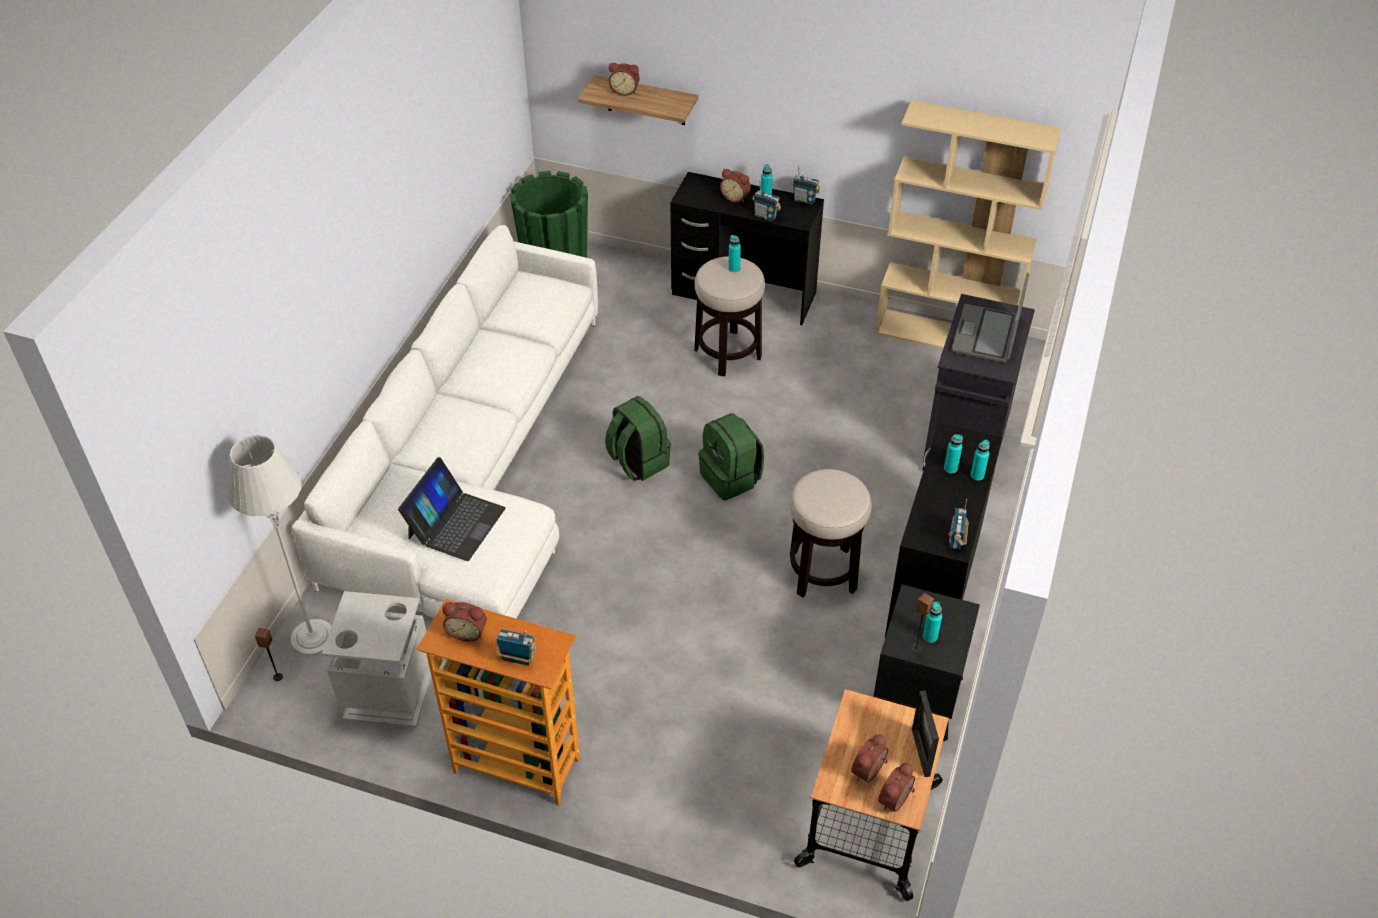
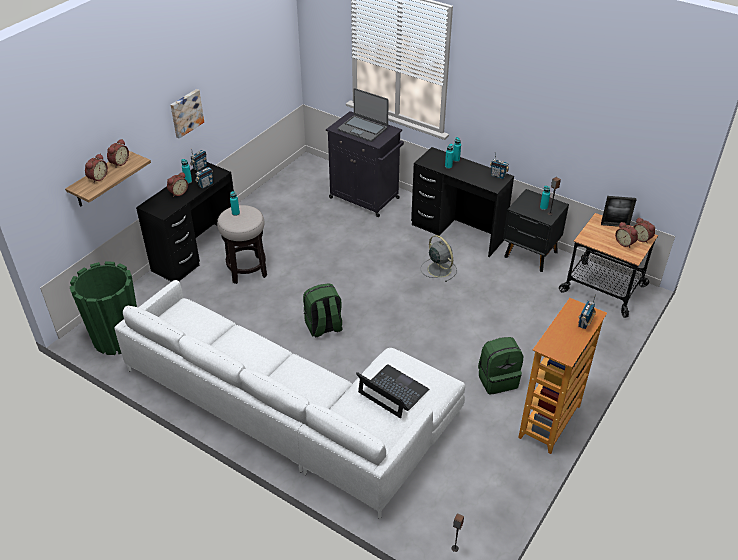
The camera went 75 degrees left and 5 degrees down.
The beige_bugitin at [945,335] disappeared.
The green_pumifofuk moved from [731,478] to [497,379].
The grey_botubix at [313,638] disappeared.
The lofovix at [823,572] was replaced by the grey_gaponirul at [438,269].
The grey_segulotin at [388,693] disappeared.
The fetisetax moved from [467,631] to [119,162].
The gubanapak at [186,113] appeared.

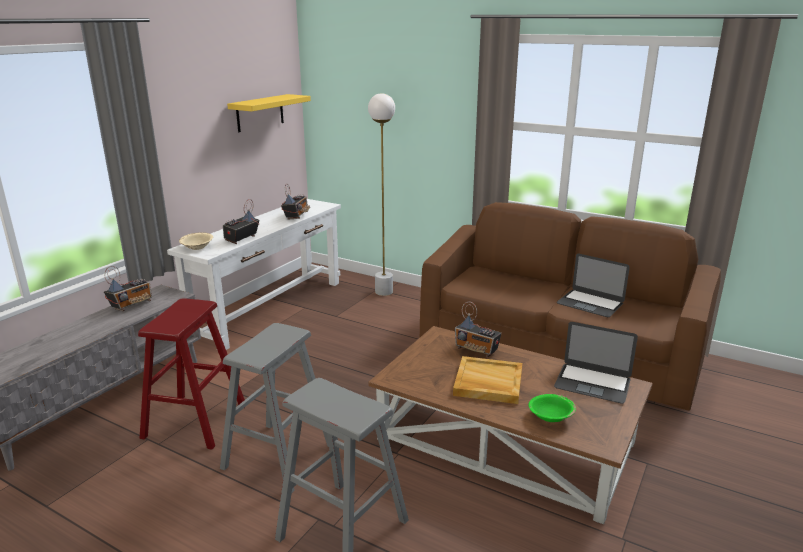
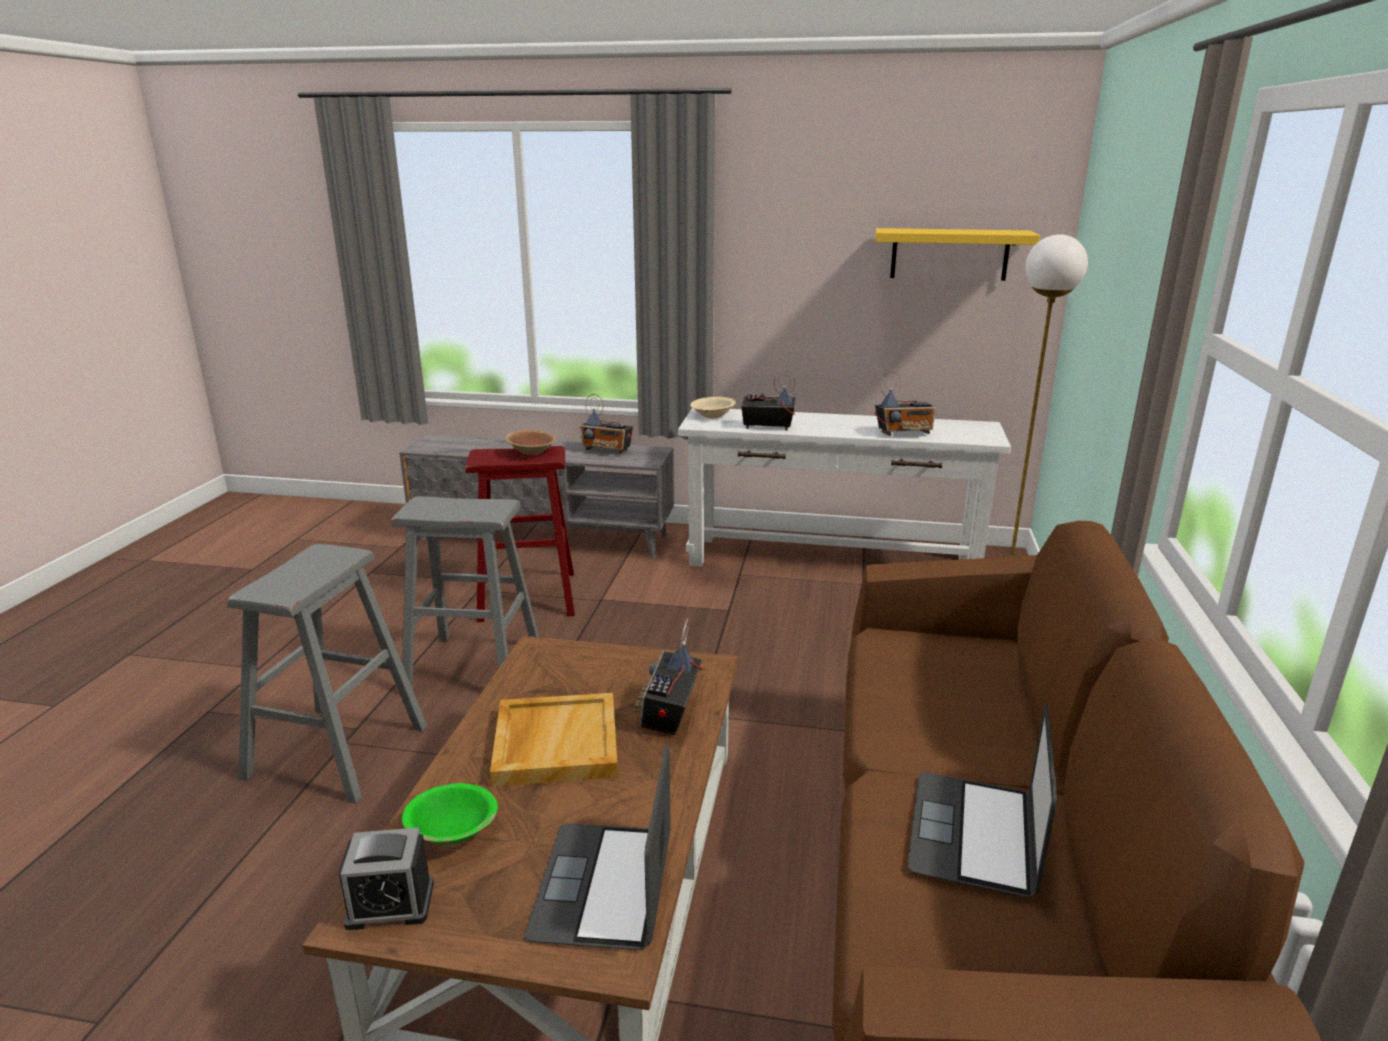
The camera went 70 degrees right and 0 degrees up.
The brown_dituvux at [531,452] appeared.
The fetisetax at [390,904] appeared.

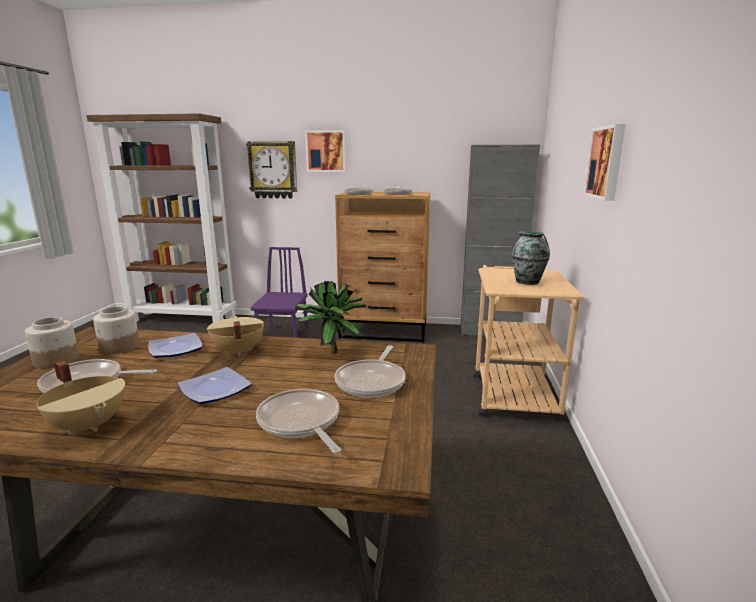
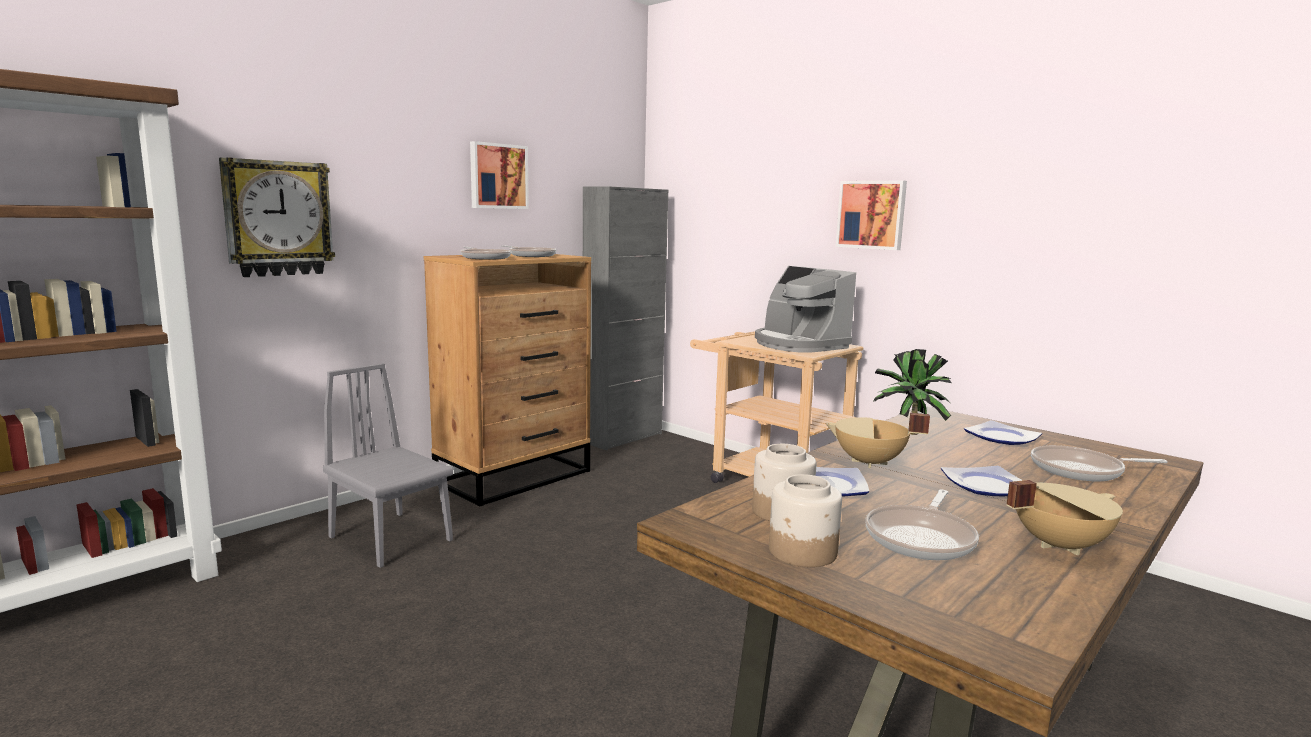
The camera went 55 degrees left and 5 degrees down.
The gubanapak moved from [326,151] to [498,176].
The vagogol at [528,282] was replaced by the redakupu at [799,344].
The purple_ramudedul at [283,336] became the grey_ramudedul at [391,538].
The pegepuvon at [372,381] was replaced by the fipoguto at [1001,437].

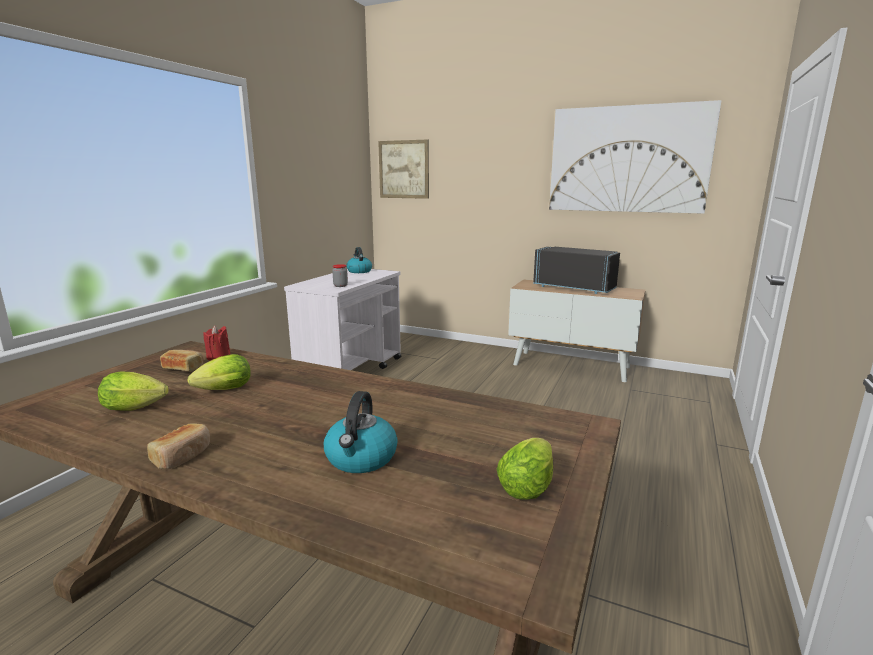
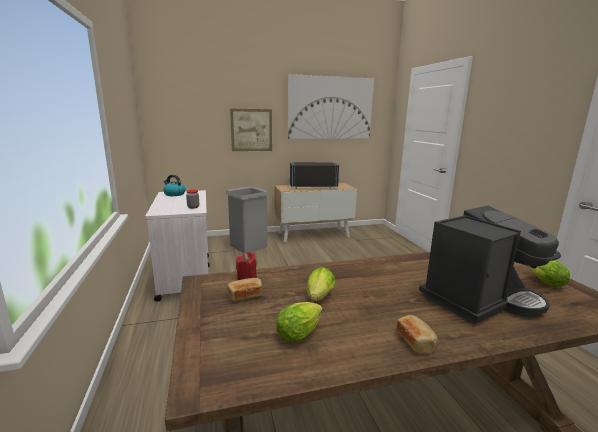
The camera went 40 degrees left and 0 degrees up.
The gubanapak moved from [404,169] to [251,130].
The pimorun at [361,458] was replaced by the redakupu at [479,299].
The grey_segulotin at [248,246] appeared.

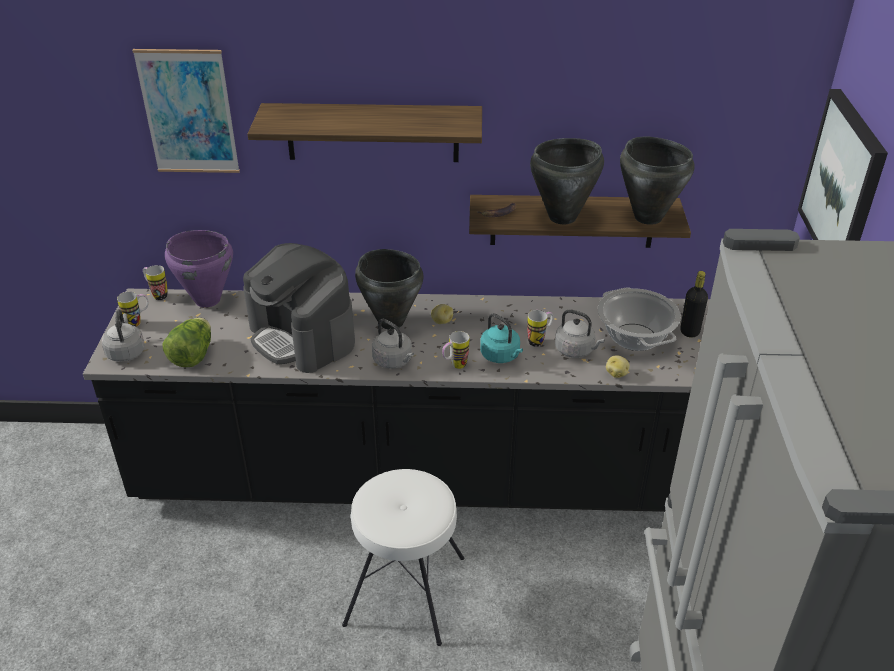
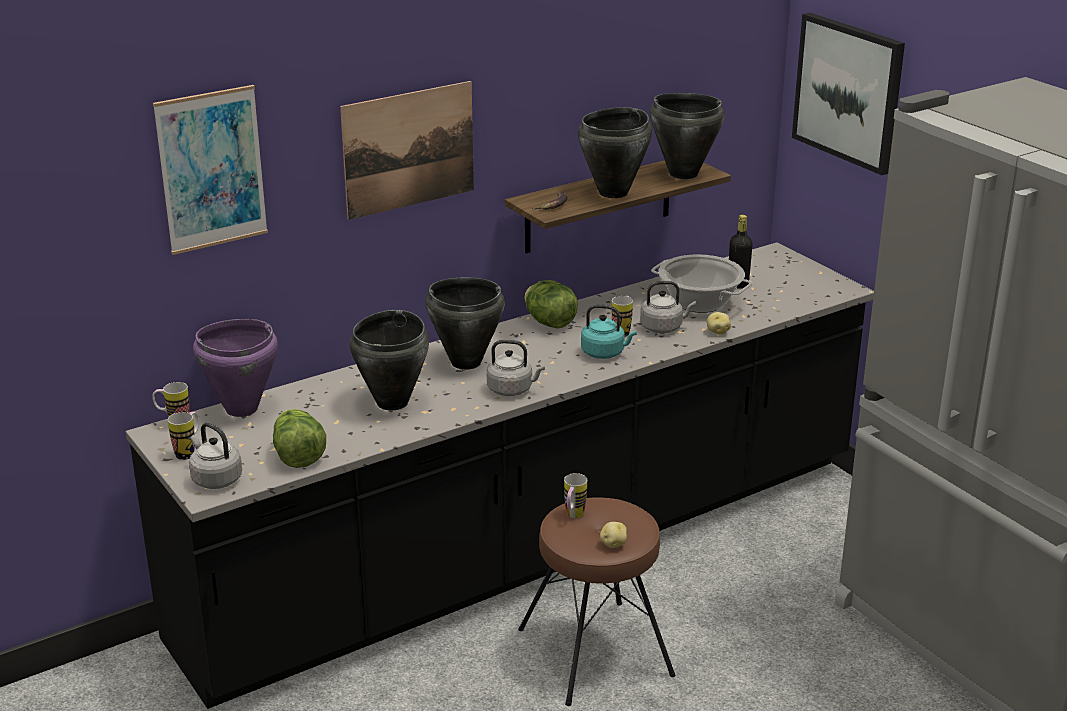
The camera went 35 degrees left and 10 degrees down.
The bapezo at [372,132] was replaced by the gubanapak at [409,149].
The redakupu at [302,336] was replaced by the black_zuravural at [393,402].
The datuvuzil moved from [441,321] to [613,544].
The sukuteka moved from [454,366] to [573,516].
The white_lofovix at [407,590] became the brown_lofovix at [596,651].
The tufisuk at [550,323] appeared.

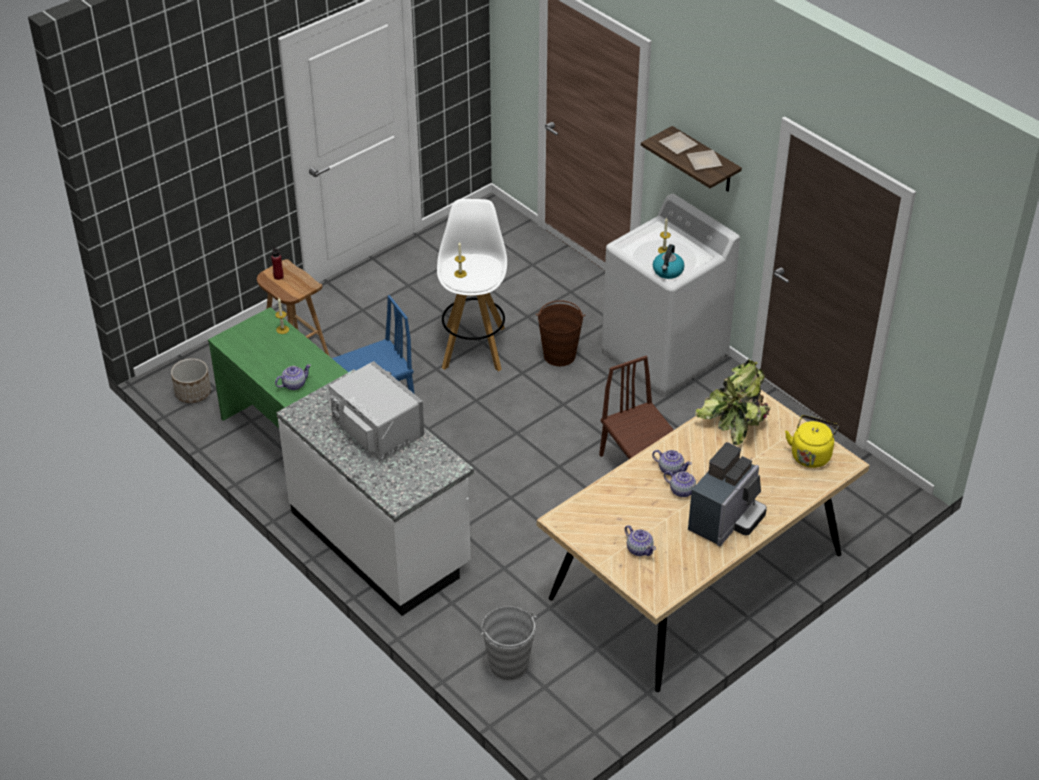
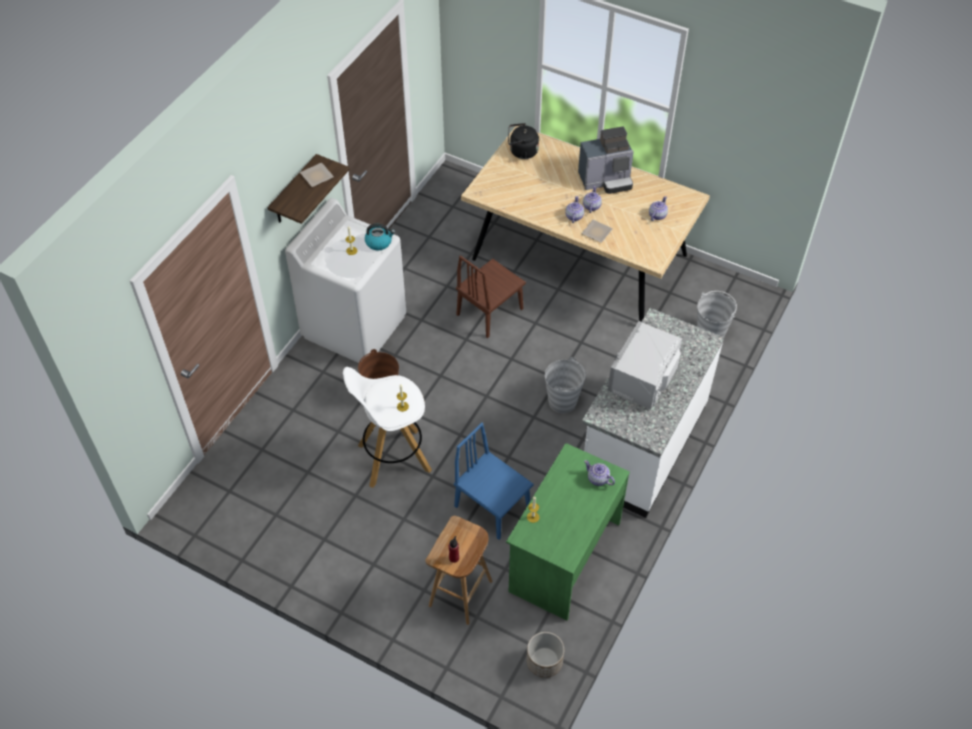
The camera went 110 degrees left and 10 degrees up.
The fipoguto moved from [679,145] to [596,231].
The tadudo at [735,420] disappeared.
The yellow_pimorun at [811,454] became the black_pimorun at [521,152].
The redakupu at [726,520] turned 150 degrees clockwise.
The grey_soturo at [562,402] appeared.

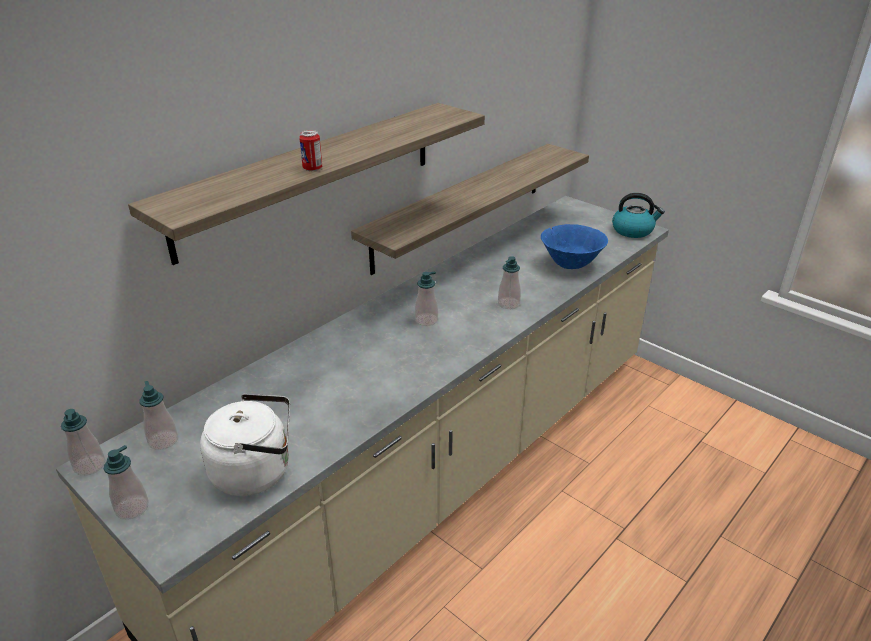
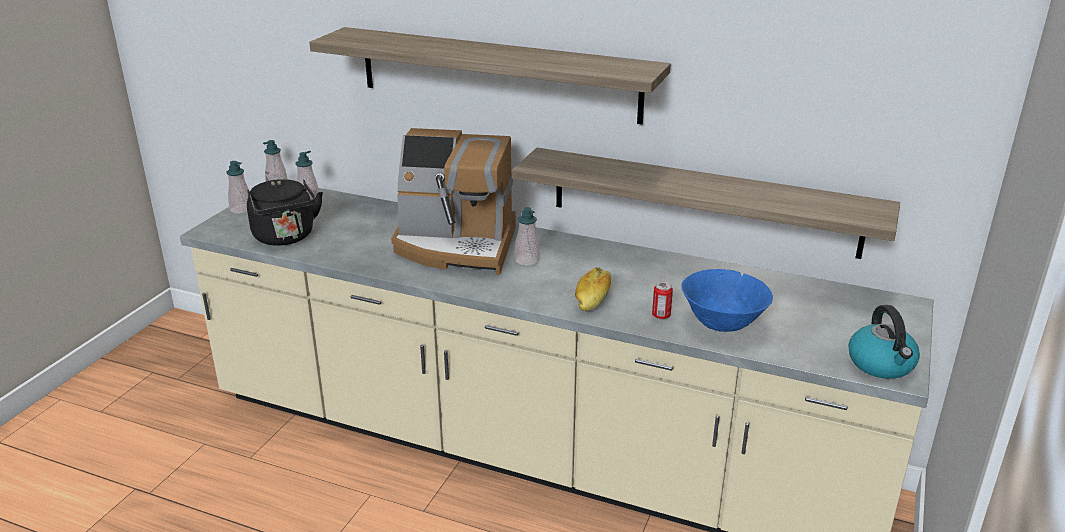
The camera went 70 degrees right and 5 degrees down.
The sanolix moved from [312,168] to [661,315].
The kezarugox at [508,304] was replaced by the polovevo at [593,298].
The white_pimorun at [256,471] became the black_pimorun at [286,238].
The redakupu at [456,246] appeared.

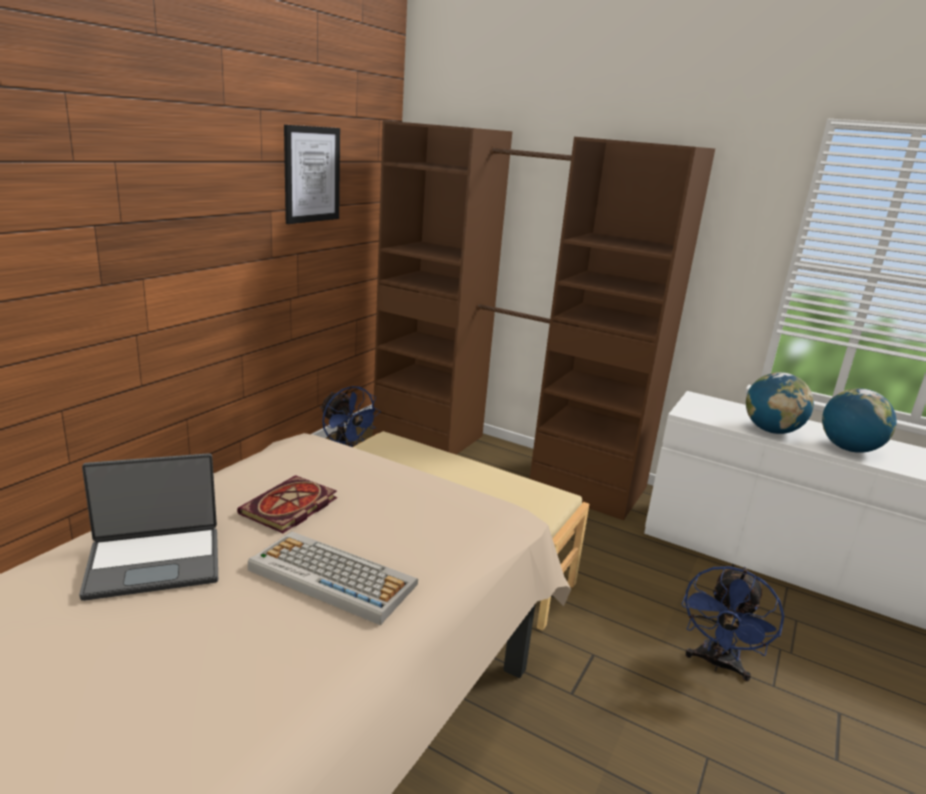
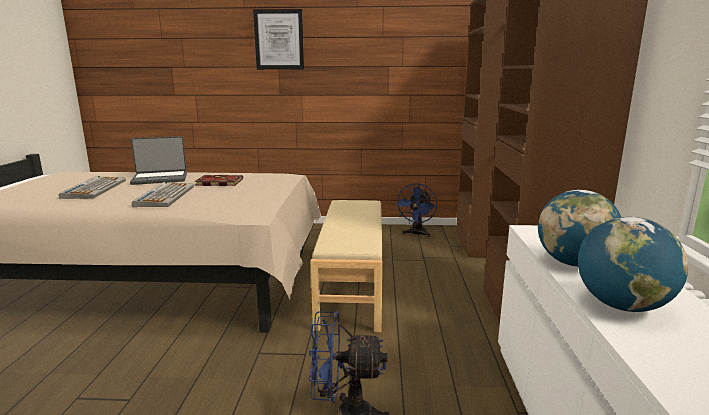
The camera went 65 degrees right and 5 degrees down.
The gubanapak moved from [312,174] to [279,40].
The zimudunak at [155,562] turned 60 degrees counterclockwise.
The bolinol at [94,189] appeared.

